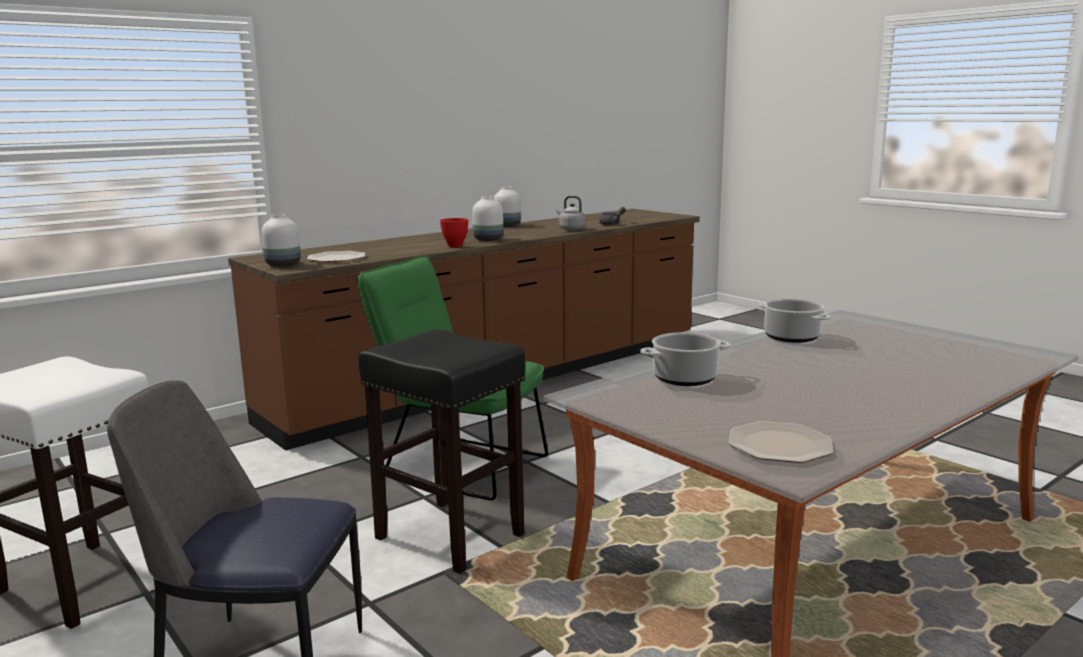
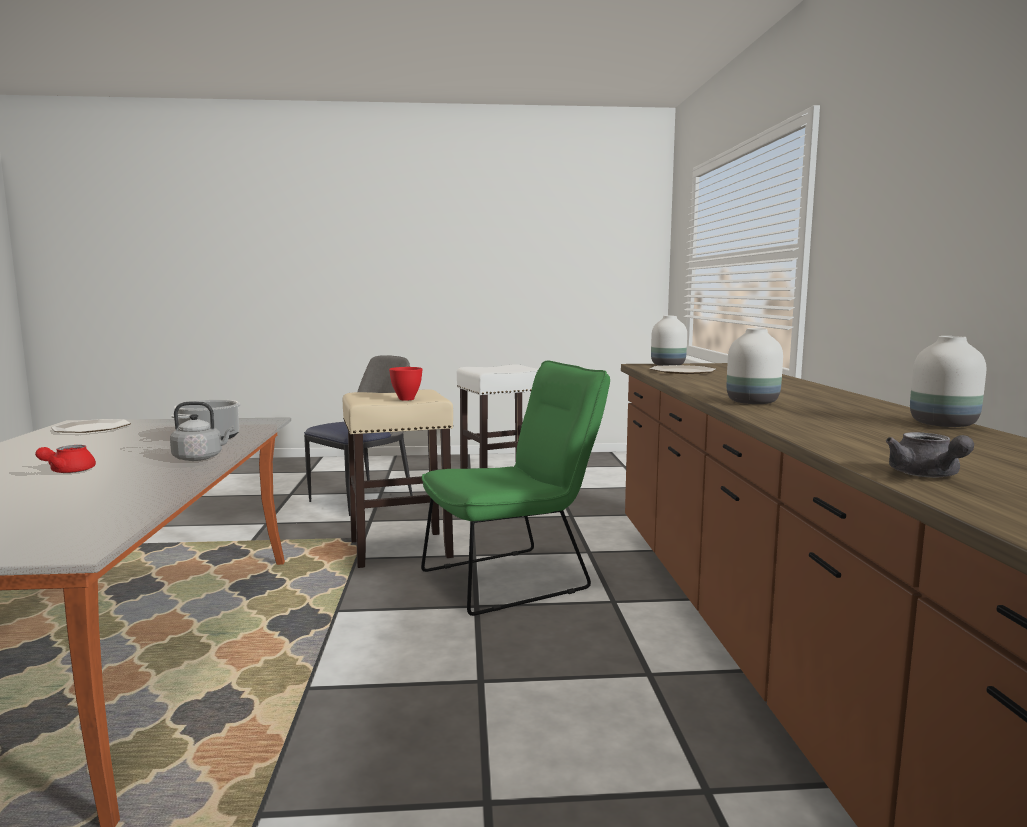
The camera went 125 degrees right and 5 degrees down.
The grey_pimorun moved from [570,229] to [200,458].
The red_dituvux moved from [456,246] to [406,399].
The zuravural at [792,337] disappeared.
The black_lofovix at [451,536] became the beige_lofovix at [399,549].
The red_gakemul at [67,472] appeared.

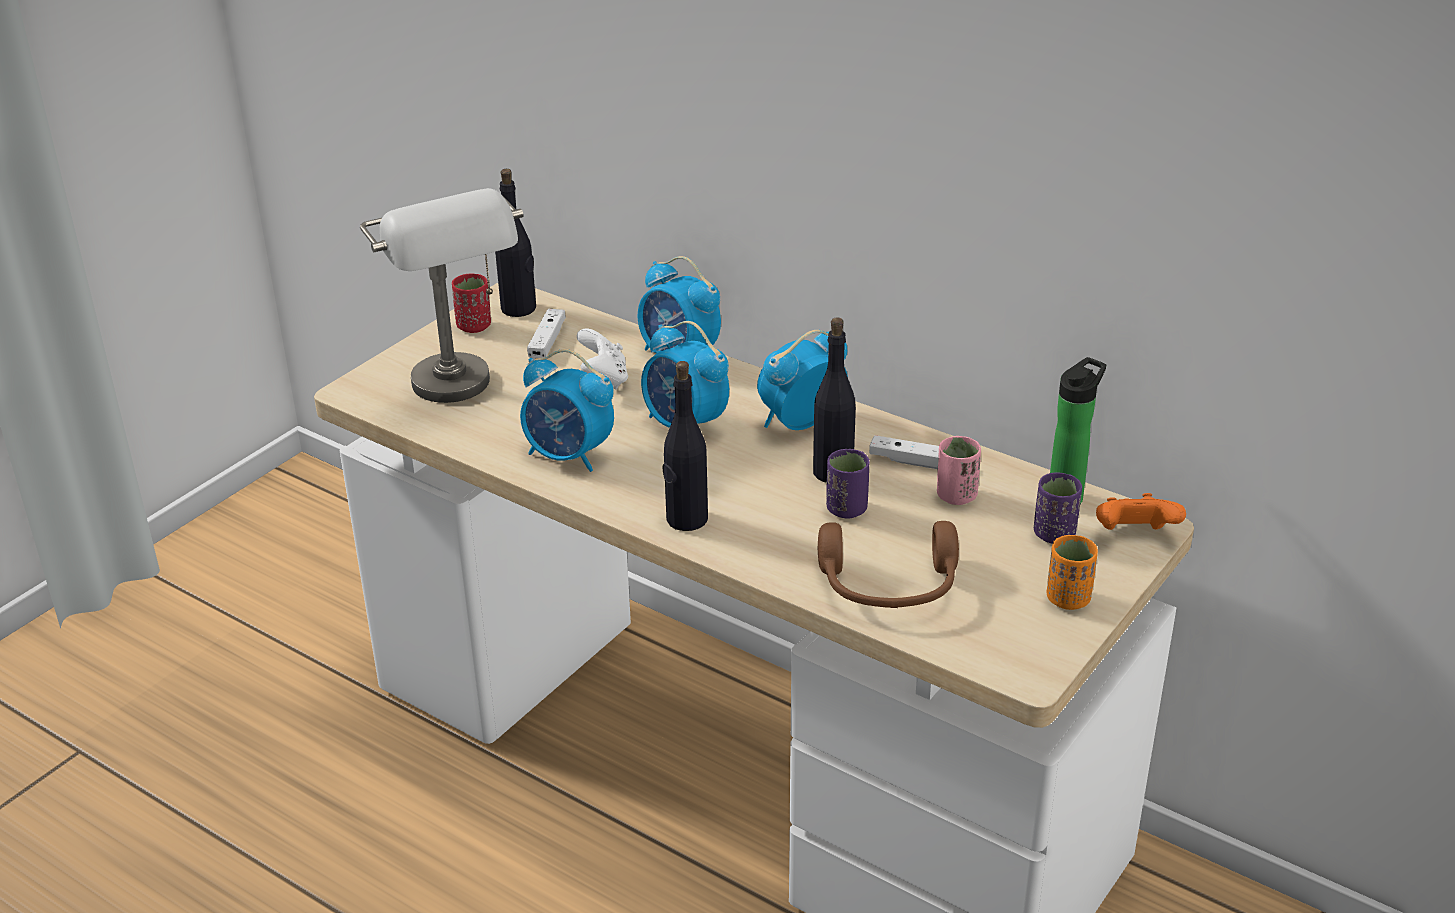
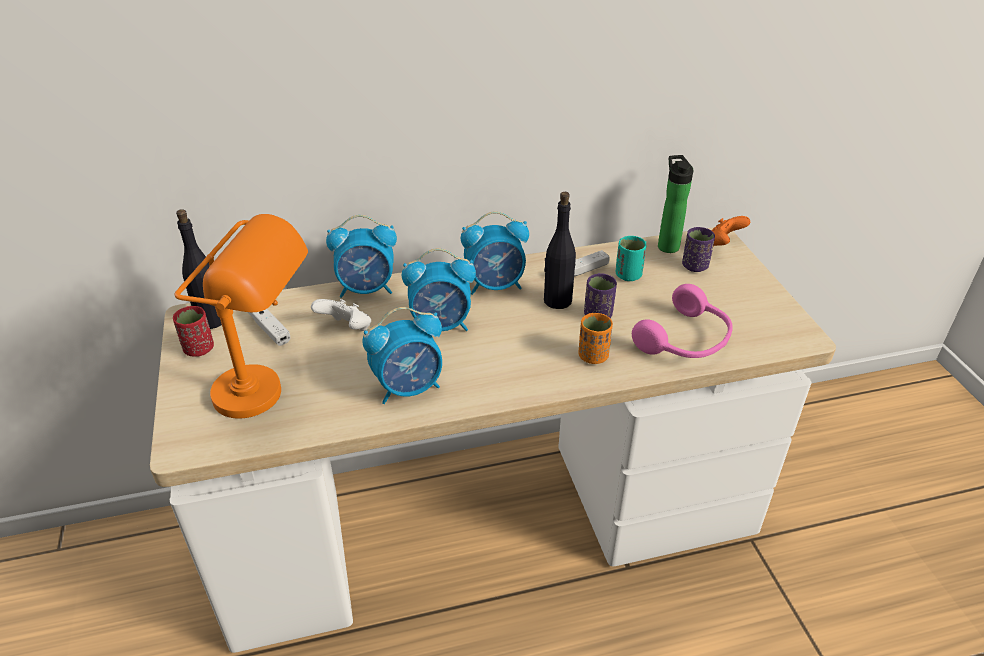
The camera went 50 degrees left and 5 degrees up.
The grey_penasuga at [463,394] became the orange_penasuga at [270,396].
The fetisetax at [799,423] turned 105 degrees counterclockwise.
The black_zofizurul at [686,519] disappeared.
The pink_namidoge at [956,496] became the turquoise_namidoge at [628,275].
The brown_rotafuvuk at [889,588] became the pink_rotafuvuk at [686,340].
The orange_namidoge moved from [1068,599] to [593,356].

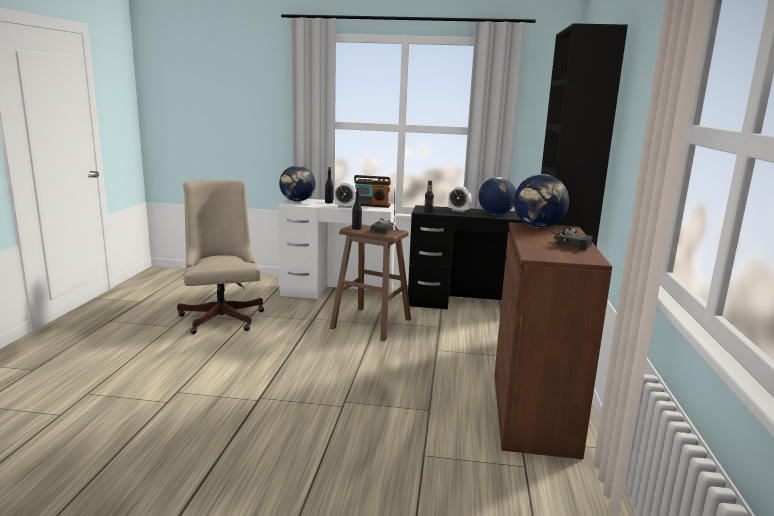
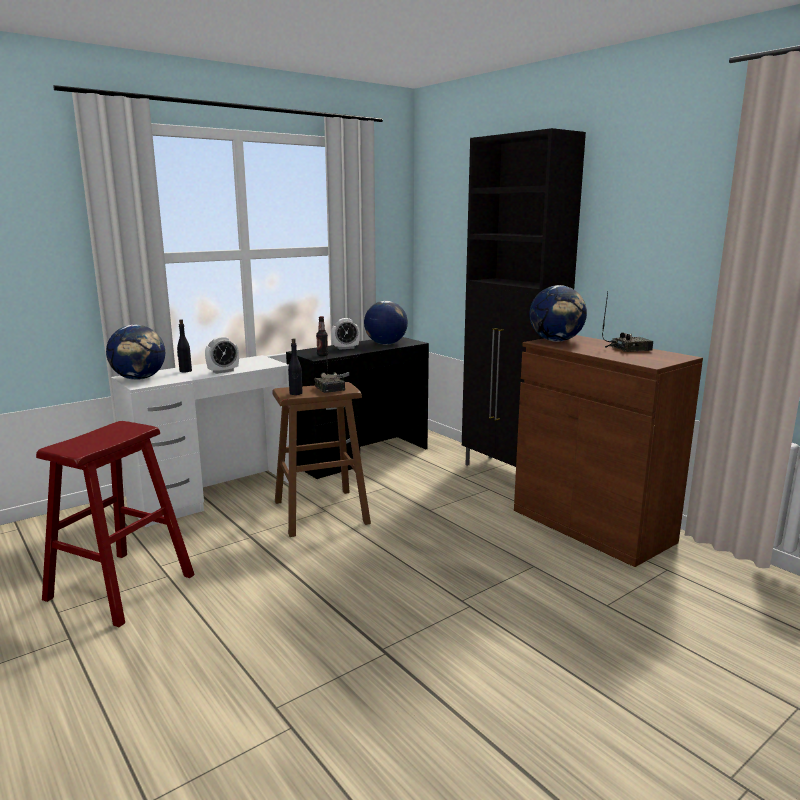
The camera went 45 degrees left and 0 degrees up.
The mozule at [371,205] disappeared.
The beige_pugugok at [222,316] was replaced by the red_lofovix at [121,587].

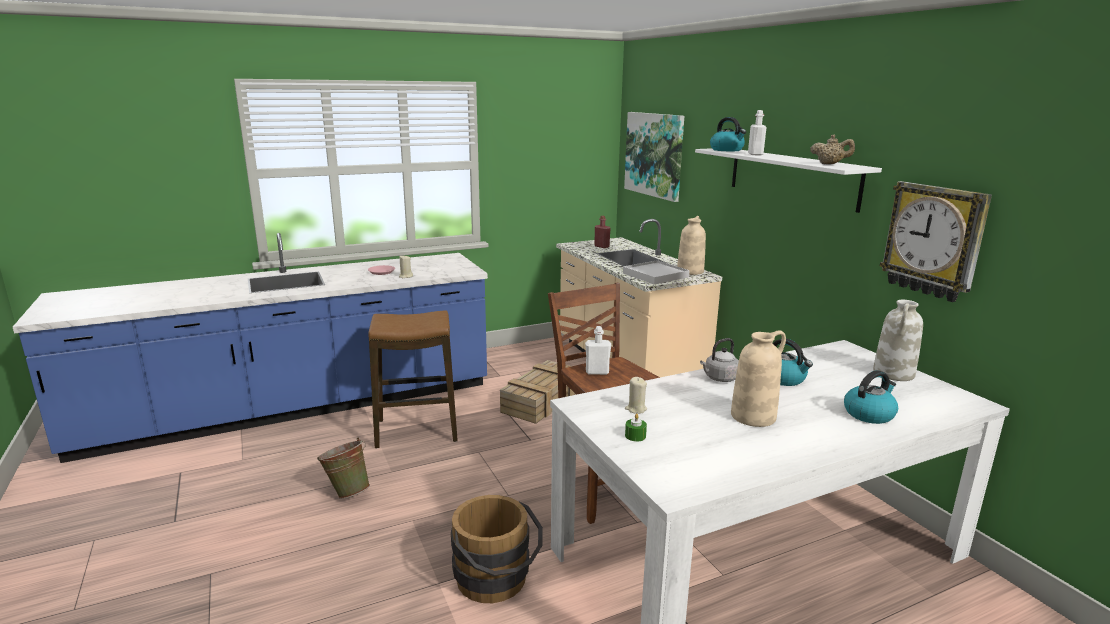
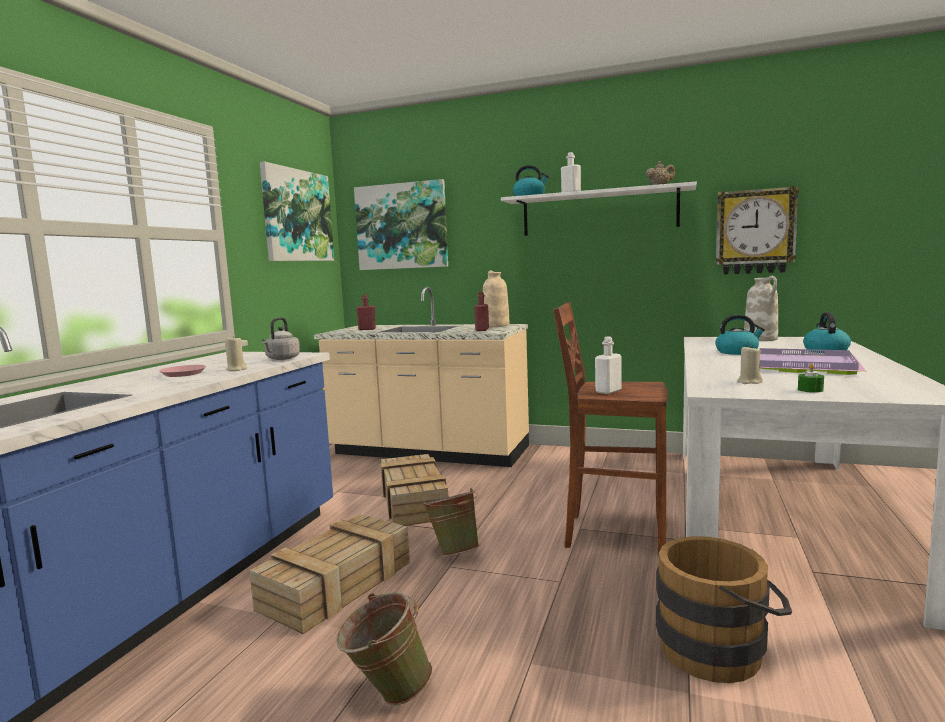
The camera went 45 degrees left and 10 degrees down.
The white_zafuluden at [655,275] was replaced by the red_zofizurul at [482,330].
The lofovix at [416,431] was replaced by the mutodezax at [335,586].
The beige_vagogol at [753,416] was replaced by the purple_zafuluden at [801,365].
The grey_pimorun moved from [719,378] to [282,359].
The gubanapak at [297,216] appeared.
The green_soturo at [454,551] appeared.

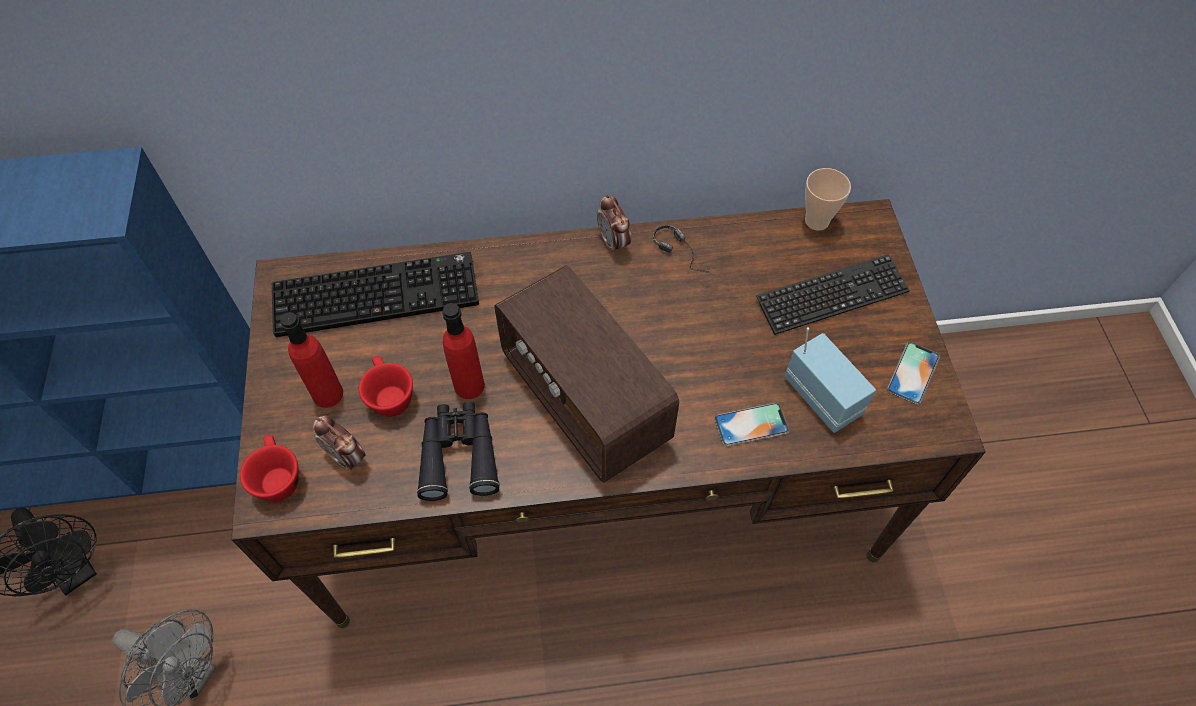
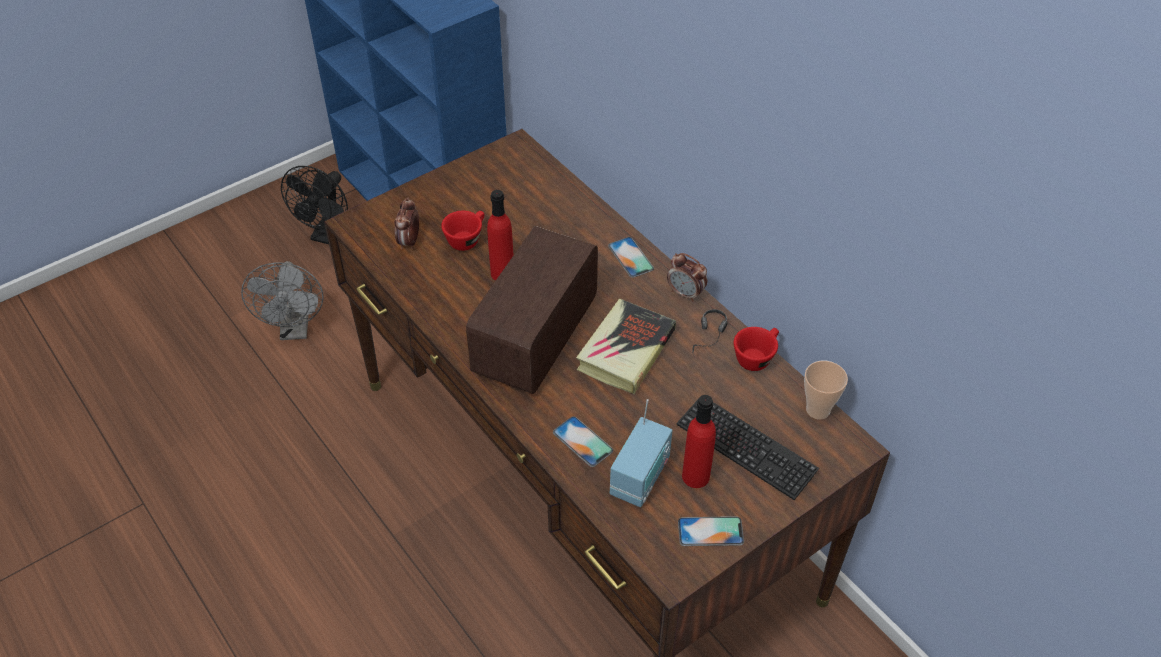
The camera went 60 degrees right and 10 degrees down.
The fetisetax at [613,242] turned 90 degrees counterclockwise.
The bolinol at [378,293] disappeared.
The red_zofizurul moved from [328,394] to [695,476].
The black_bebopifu at [459,454] disappeared.
The red_namidoge moved from [277,477] to [756,357].
The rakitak at [630,257] appeared.
The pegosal at [626,350] appeared.

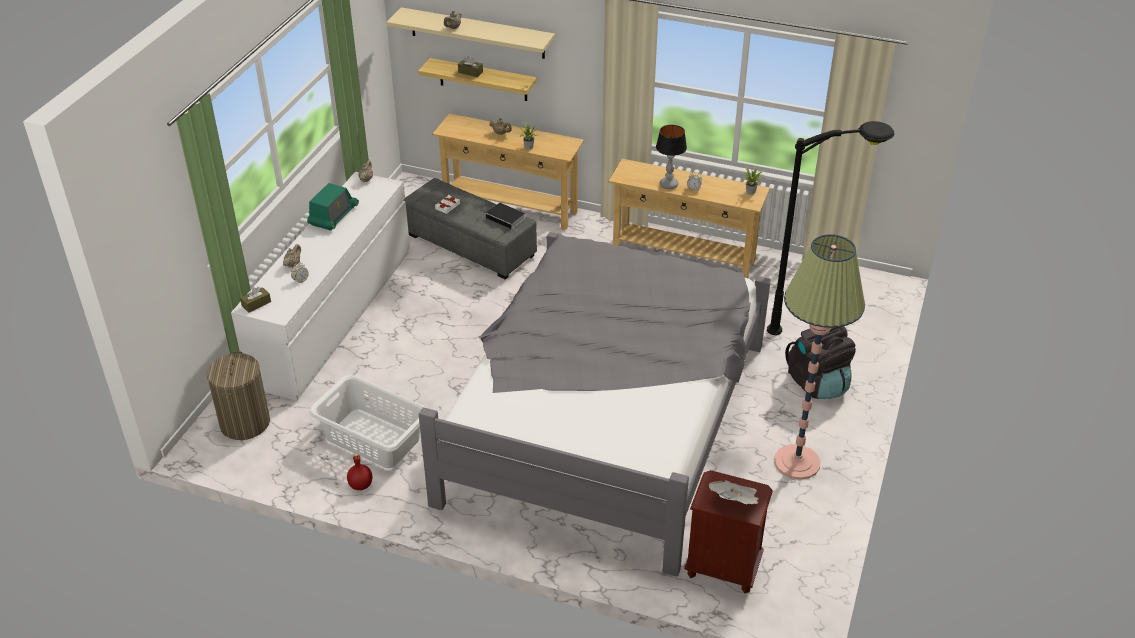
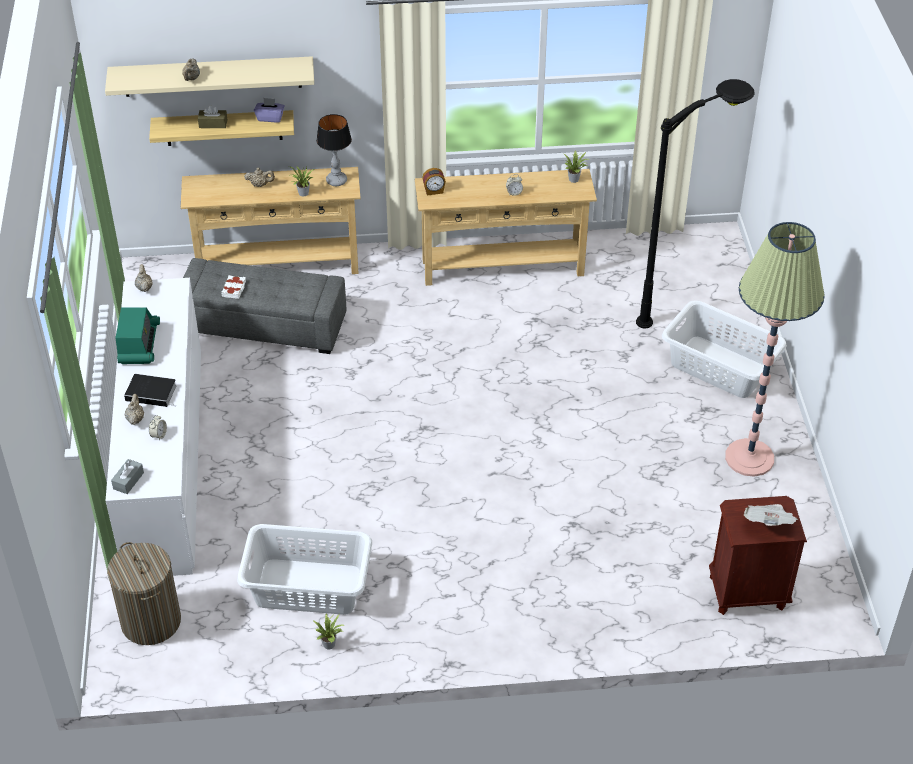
The camera went 25 degrees left and 5 degrees up.
The penasuga moved from [669,185] to [337,181].
The pegosal moved from [506,218] to [152,393].
The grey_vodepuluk at [605,419] disappeared.
The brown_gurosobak at [256,304] became the grey_gurosobak at [128,481].
The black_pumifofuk at [818,383] was replaced by the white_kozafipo at [719,366].
The red_zofizurul at [360,485] was replaced by the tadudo at [330,643].
The purple_gurosobak at [270,118] appeared.
The fetisetax at [434,191] appeared.

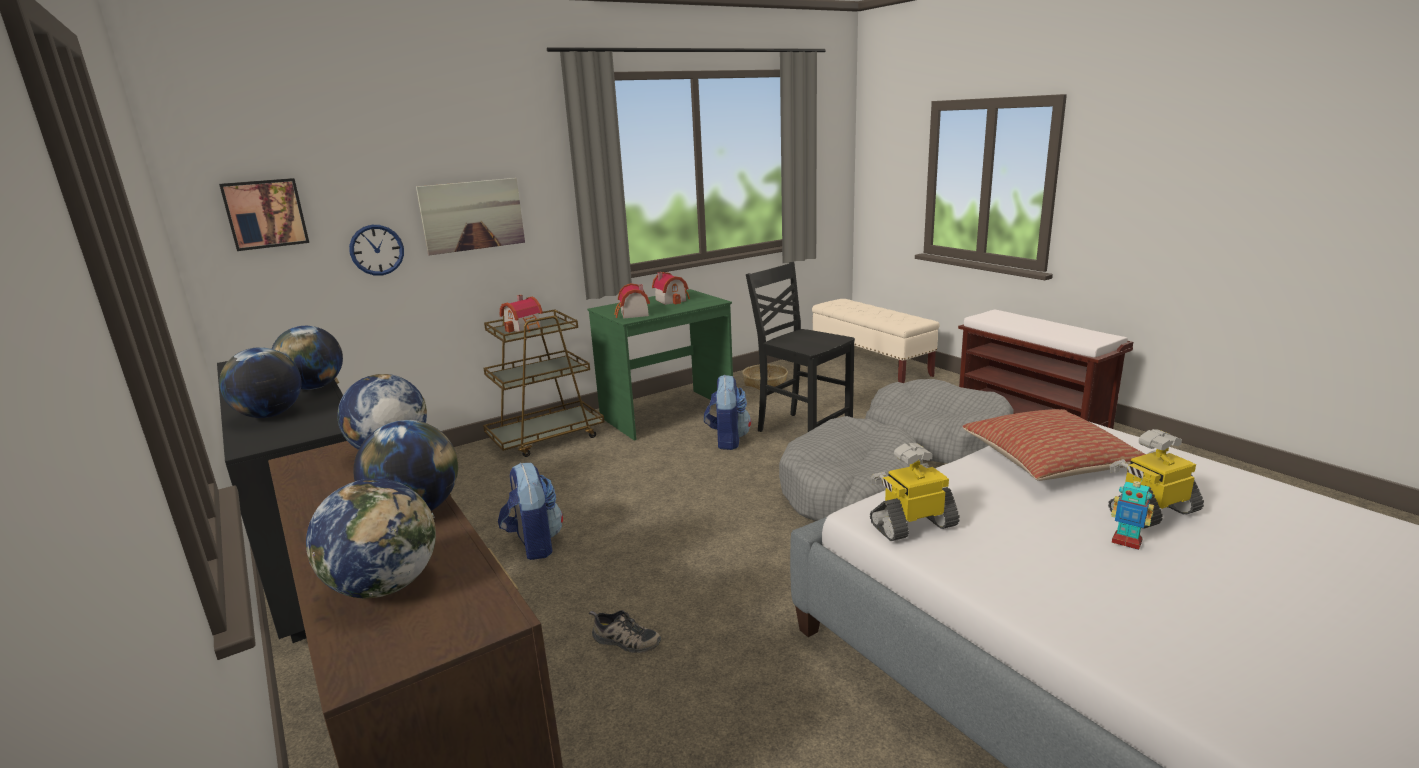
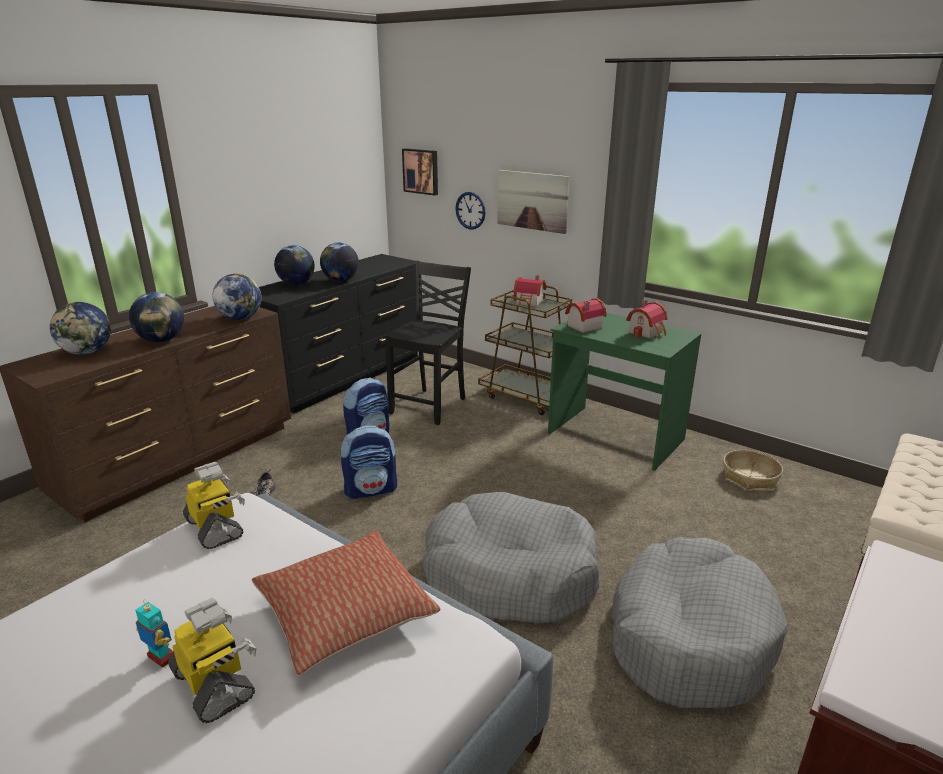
The camera went 70 degrees right and 5 degrees up.
The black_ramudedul moved from [802,431] to [430,406].
The pumifofuk moved from [727,440] to [371,489].
The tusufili at [1126,542] turned 105 degrees clockwise.

